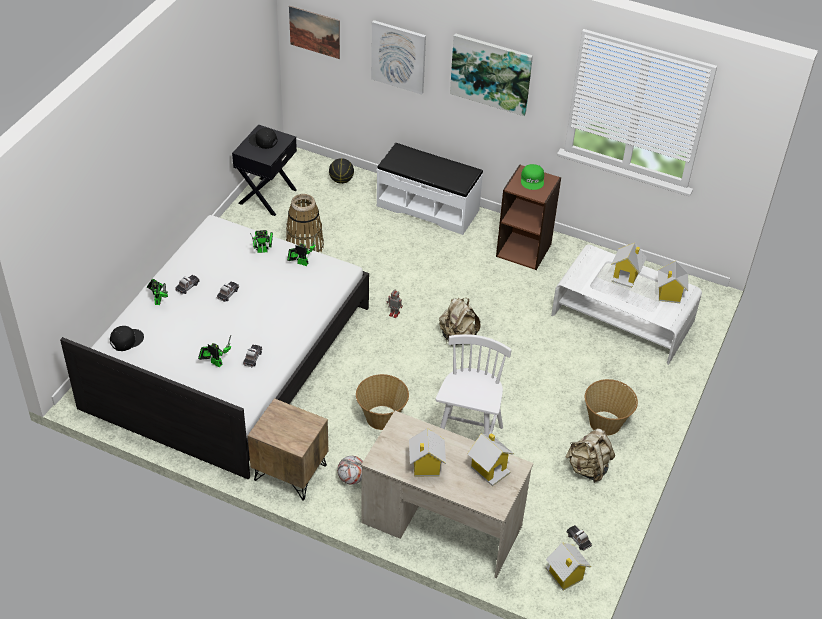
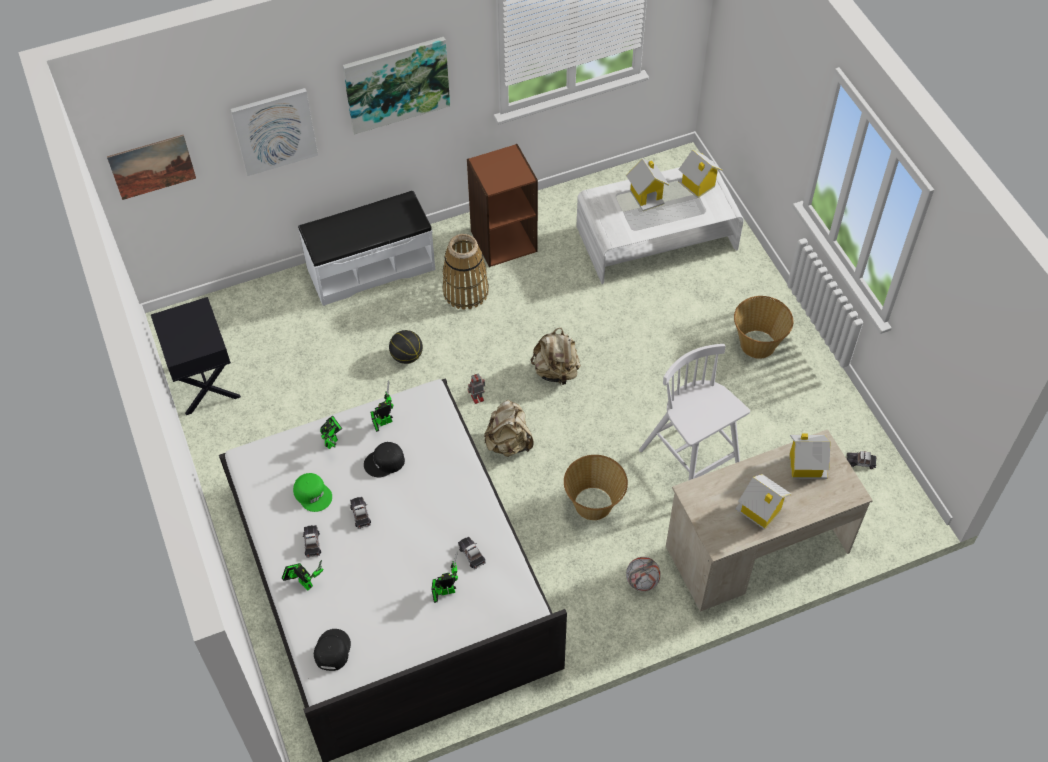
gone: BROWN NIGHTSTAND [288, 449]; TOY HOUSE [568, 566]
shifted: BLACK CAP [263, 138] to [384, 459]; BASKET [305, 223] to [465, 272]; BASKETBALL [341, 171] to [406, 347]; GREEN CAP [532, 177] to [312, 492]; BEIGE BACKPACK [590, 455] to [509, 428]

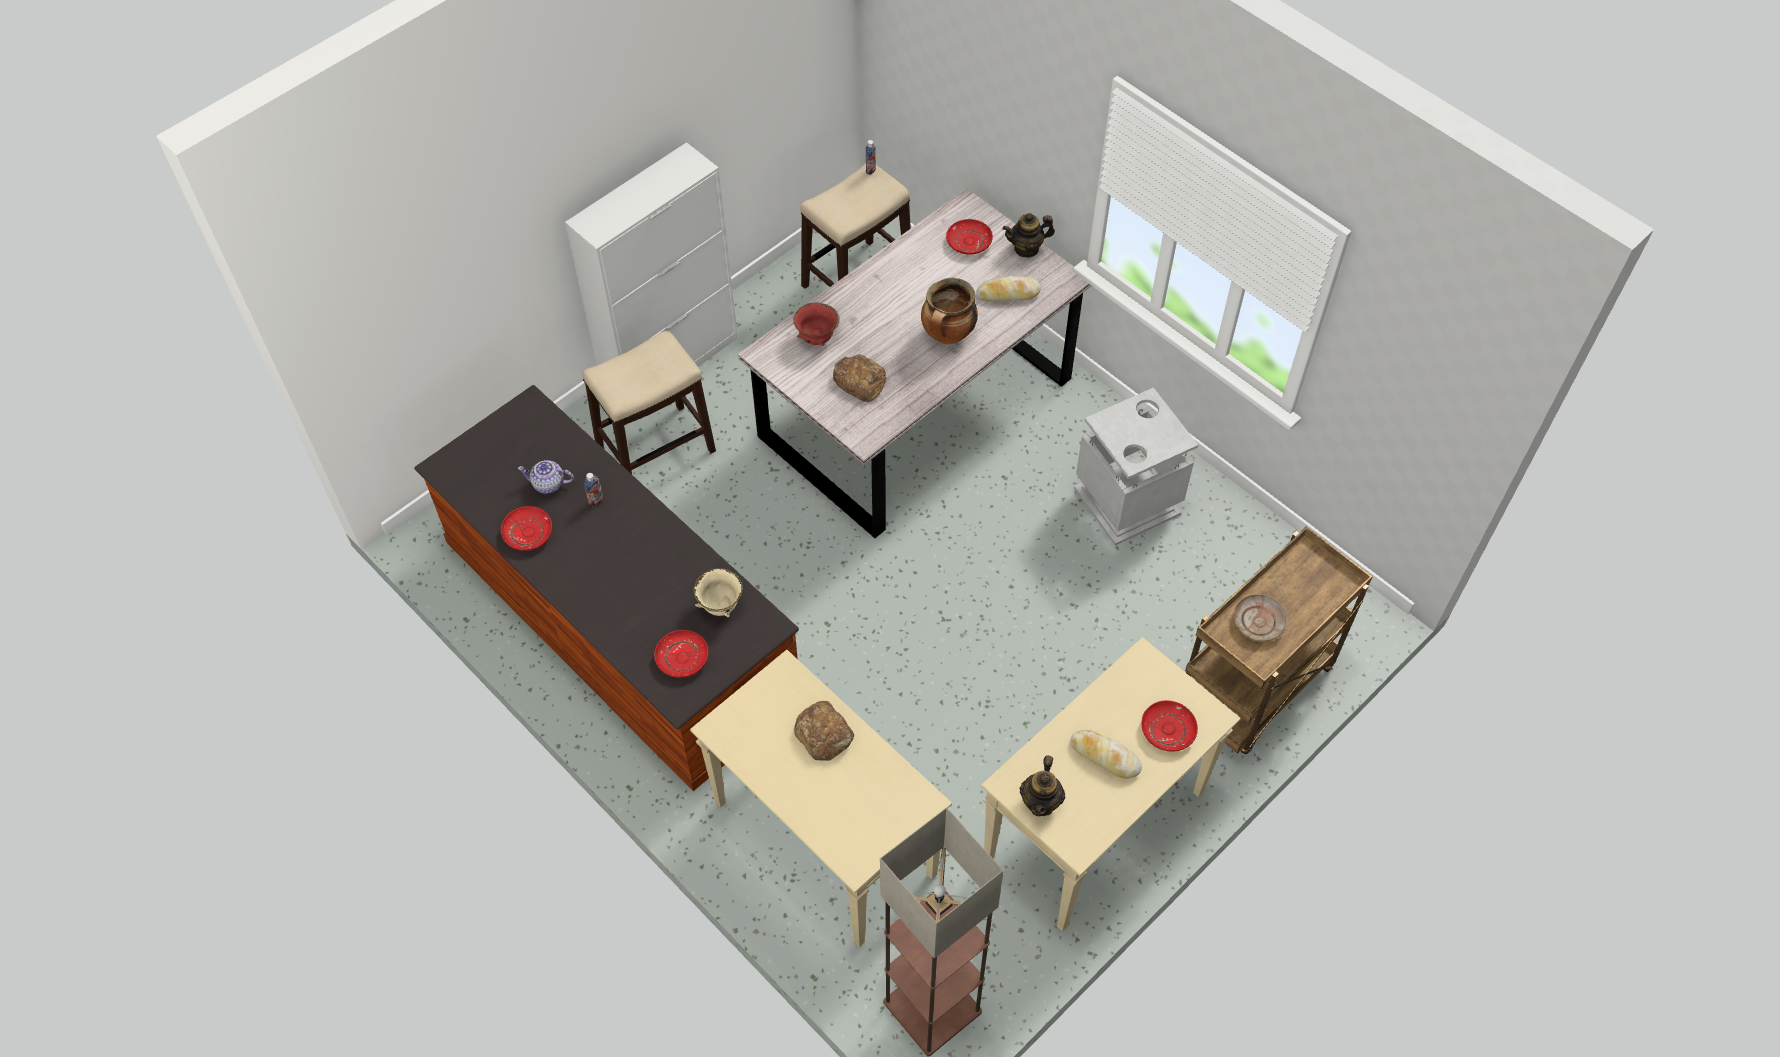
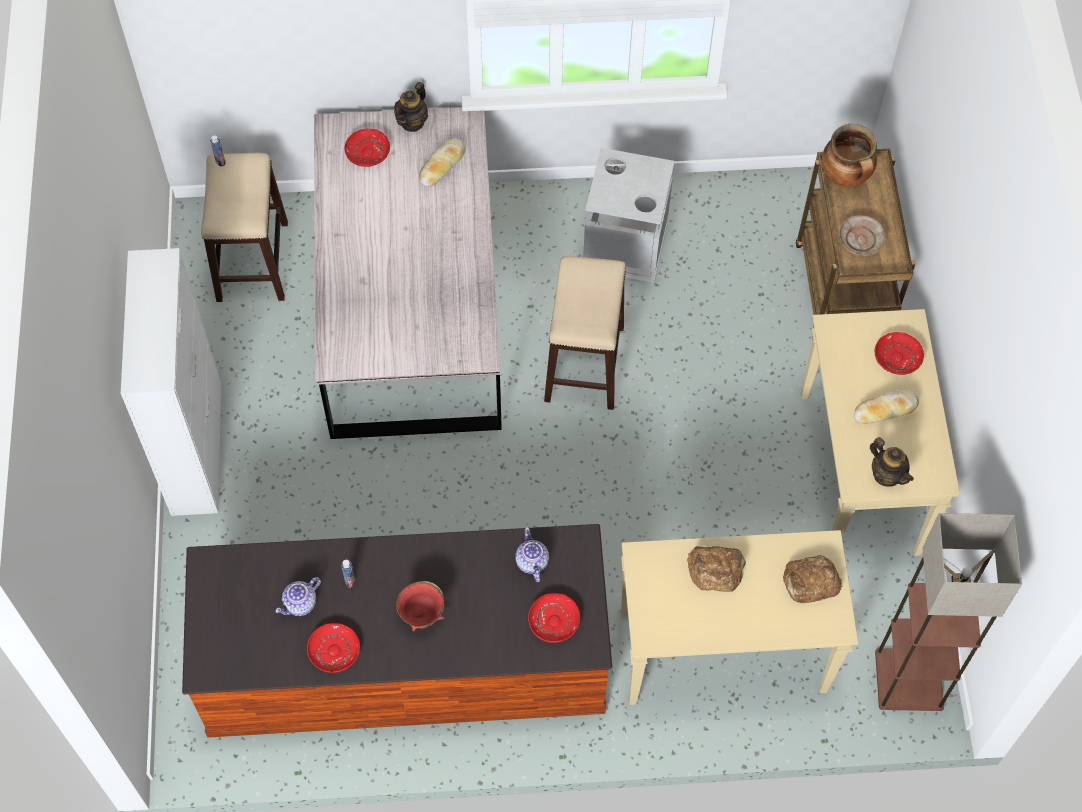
shifted: STOOL [649, 402] to [585, 333]; RED BOWL [817, 324] to [420, 606]; BREAD [859, 378] to [813, 579]; COOKING POT [949, 311] to [849, 156]
swapped: BEIGE BOWL [717, 593] to TEAPOT [532, 554]

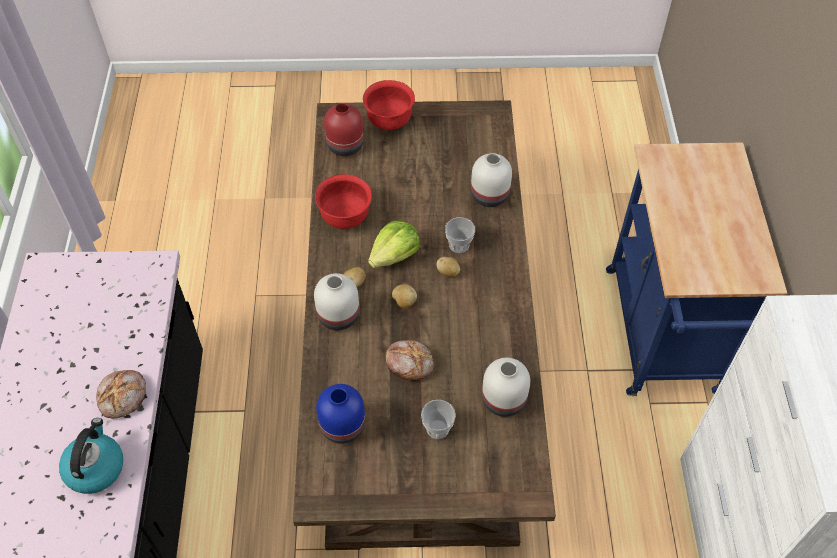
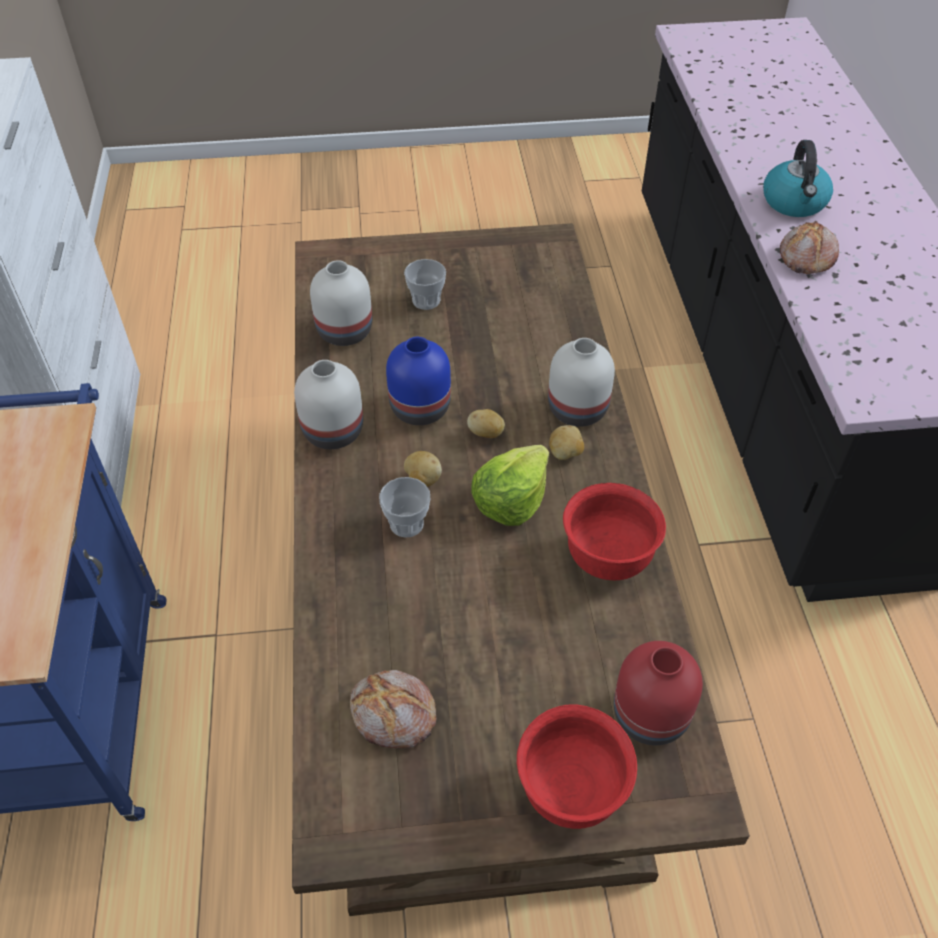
shifted: BLUE VASE [340, 414] to [418, 381]; BREAD [409, 360] to [393, 709]; WHITE VASE [491, 180] to [328, 404]

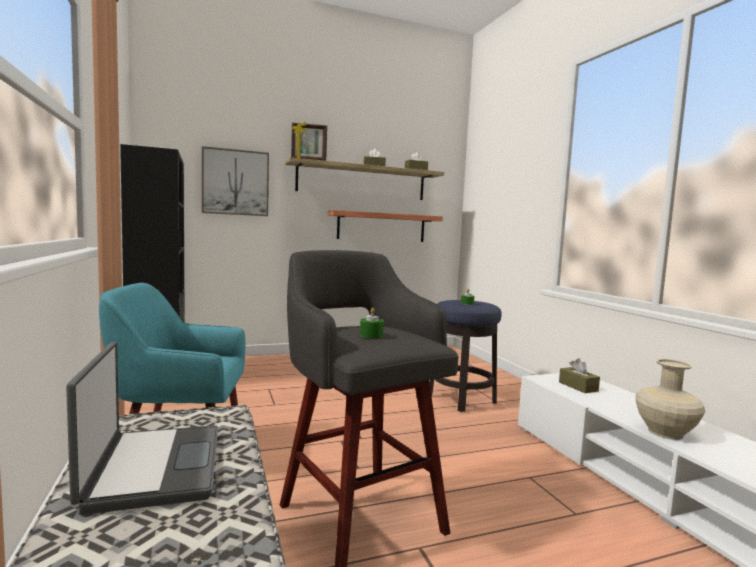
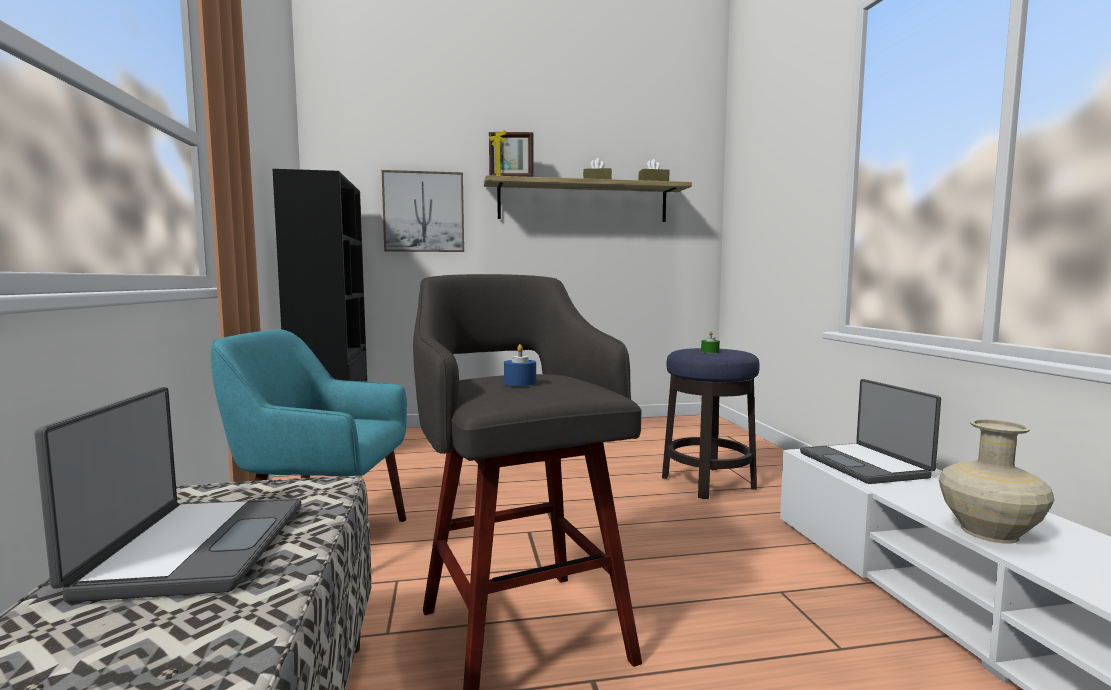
gone: SHELF [385, 226]
swapped: BROWN TISSUE BOX [579, 375] to LAPTOP [870, 431]
repainted: GREEN CANDLE [372, 323] to BLUE CANDLE [520, 365]

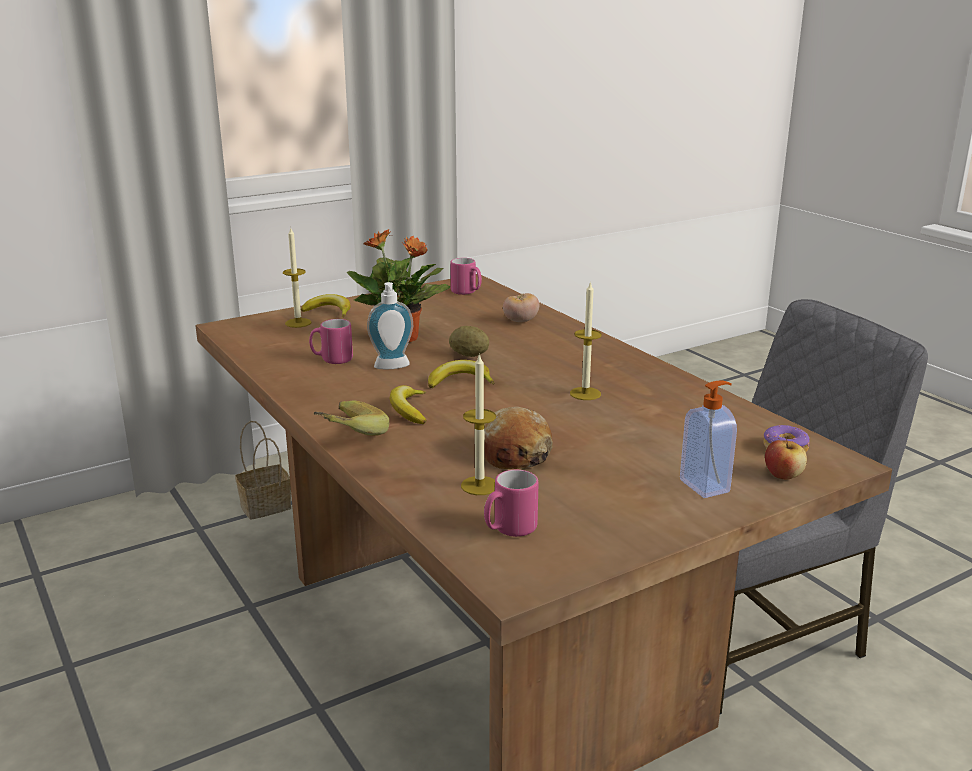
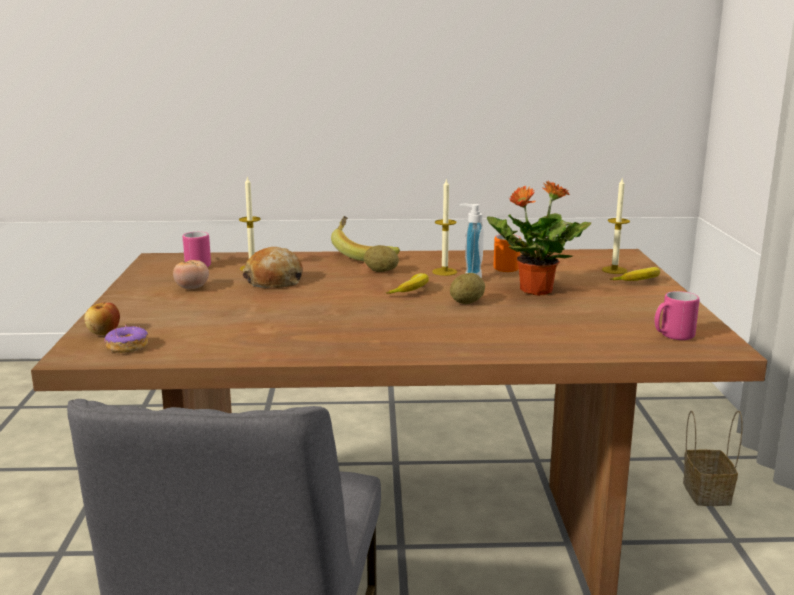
gone: SOAP DISPENSER [708, 439]
shifted: TOMATO [521, 308] to [191, 275]; CANDLE [586, 340] to [444, 227]
swapped: BANANA [408, 404] to POTATO [381, 258]
repainted: PINK MUG [331, 341] to ORANGE MUG [507, 253]

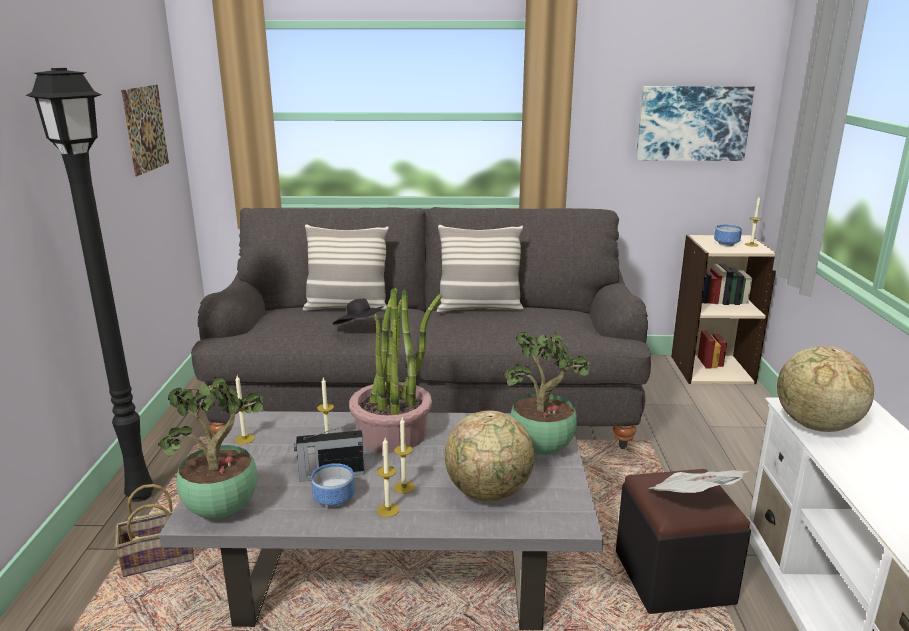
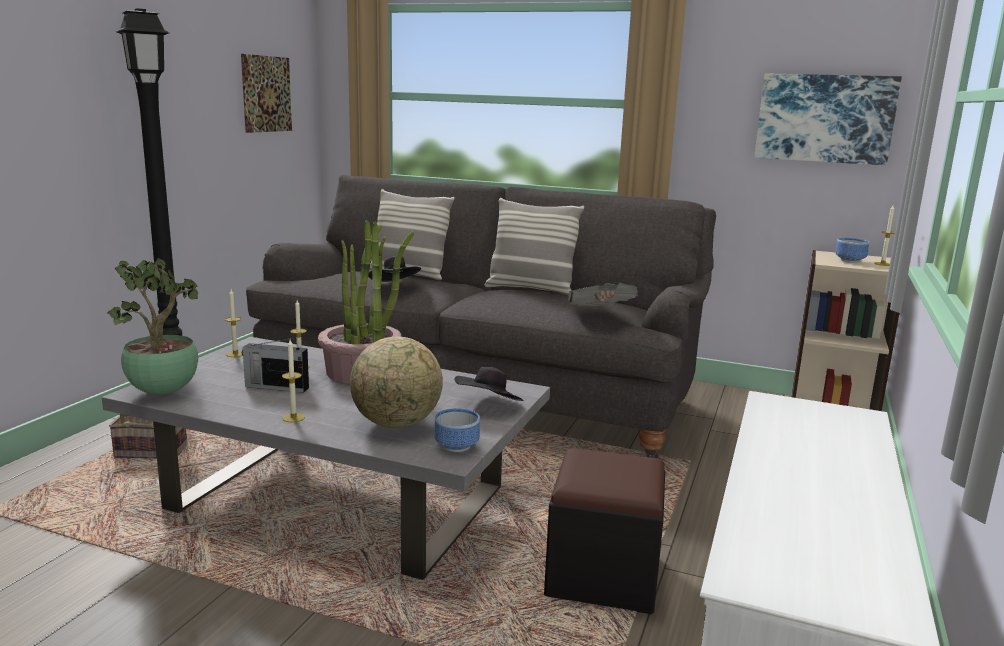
gone: CANDLE [404, 456]; GLOBE [825, 389]
shifted: BOWL [333, 485] to [457, 430]; NEWSPAPER [698, 481] to [603, 294]
swapped: POTTED PLANT [546, 393] to BLACK HAT [489, 384]

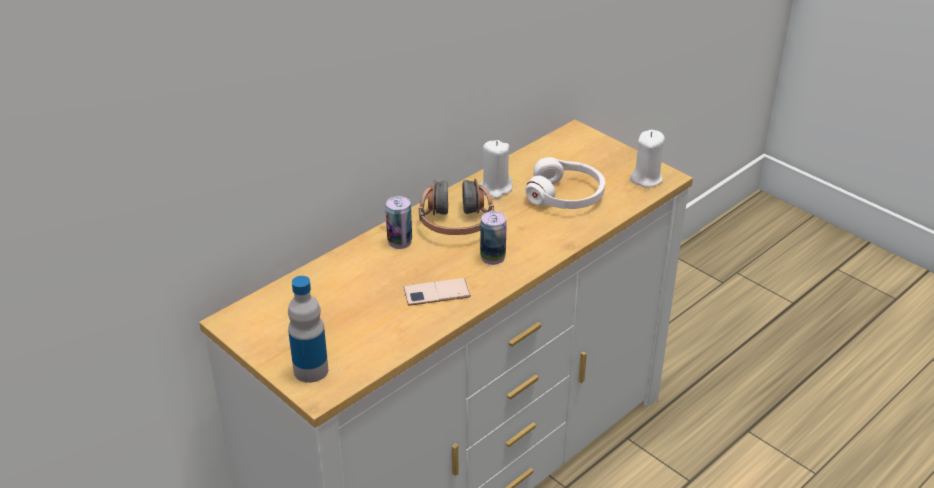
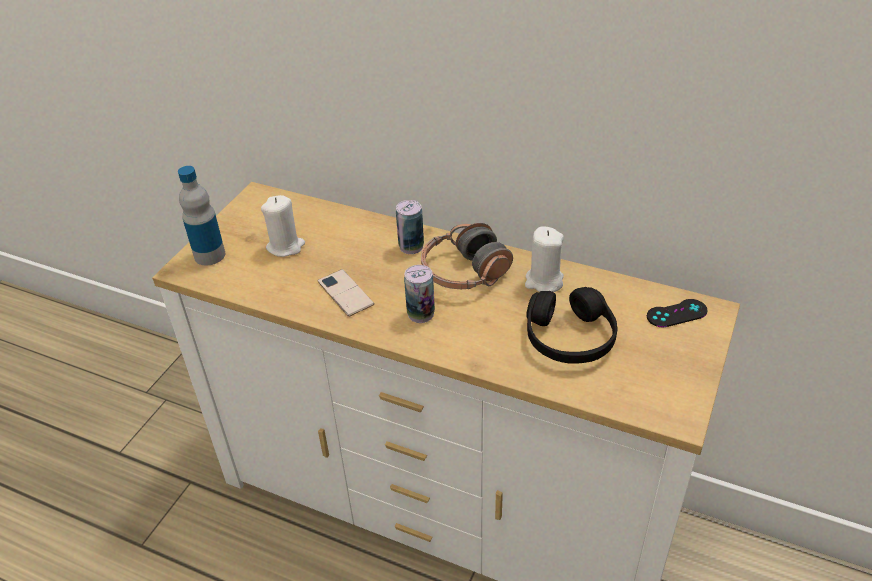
new: BLACK GAME CONTROLLER [677, 313]
shifted: WHITE CANDLE [647, 159] to [283, 226]
repainted: WHITE HEADPHONES [565, 183] to BLACK HEADPHONES [571, 325]

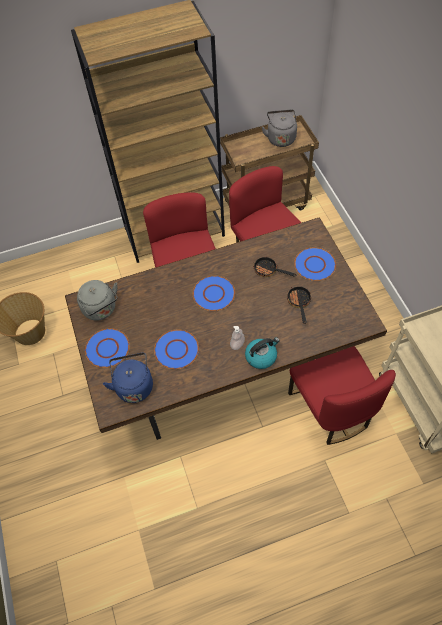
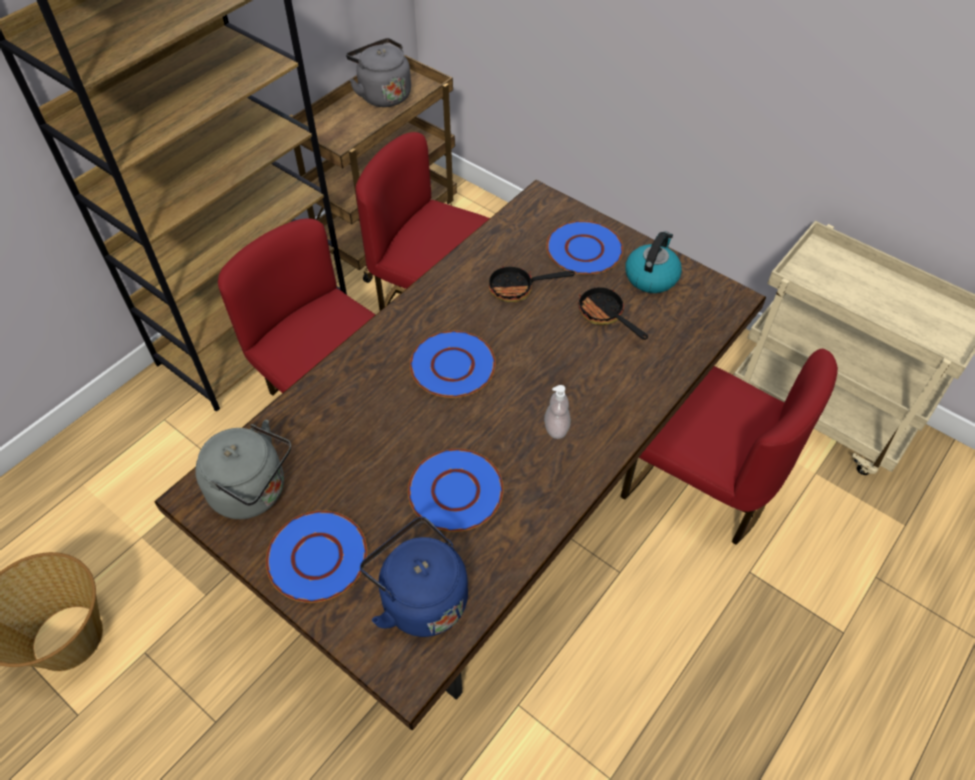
shifted: KETTLE [262, 353] to [653, 262]

